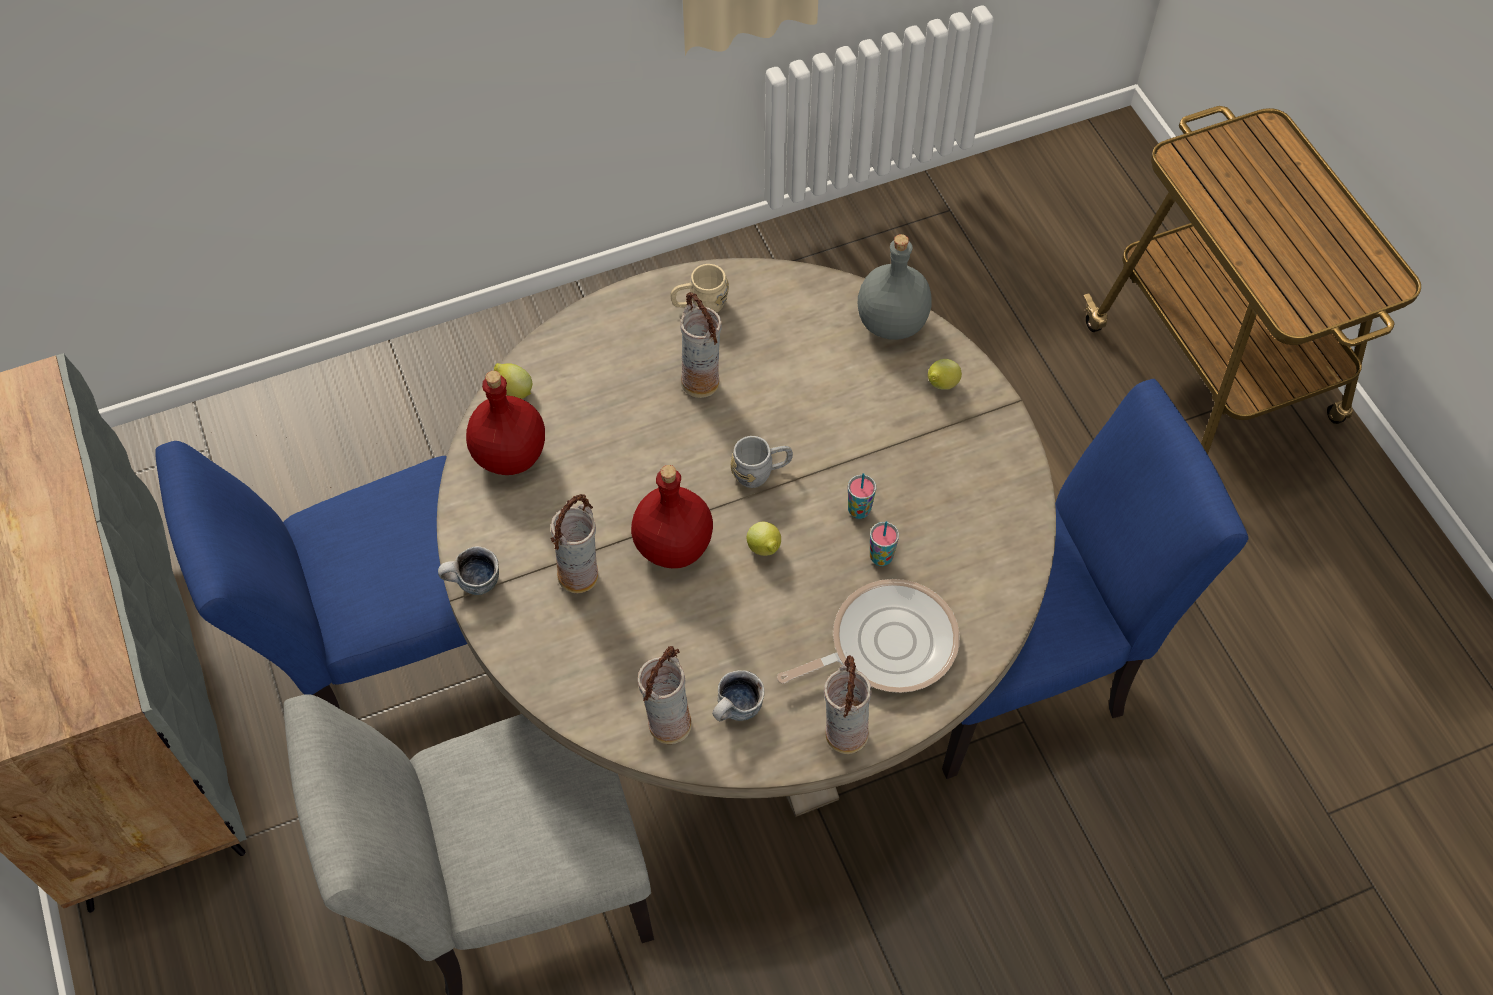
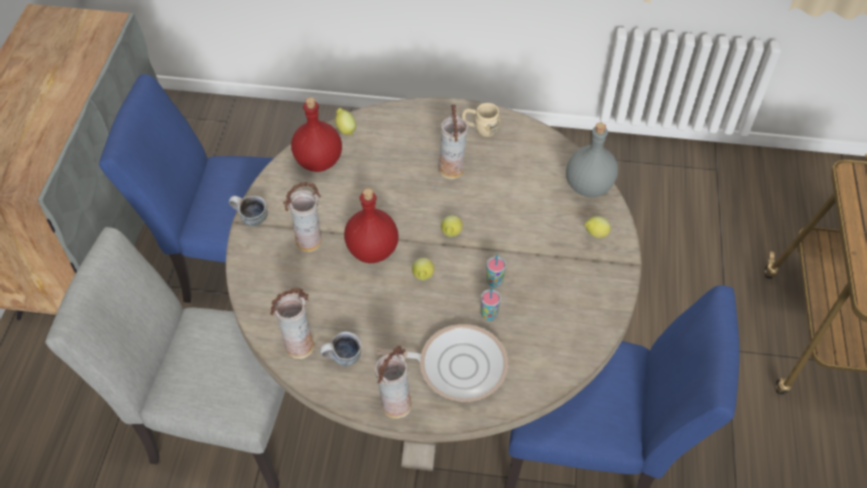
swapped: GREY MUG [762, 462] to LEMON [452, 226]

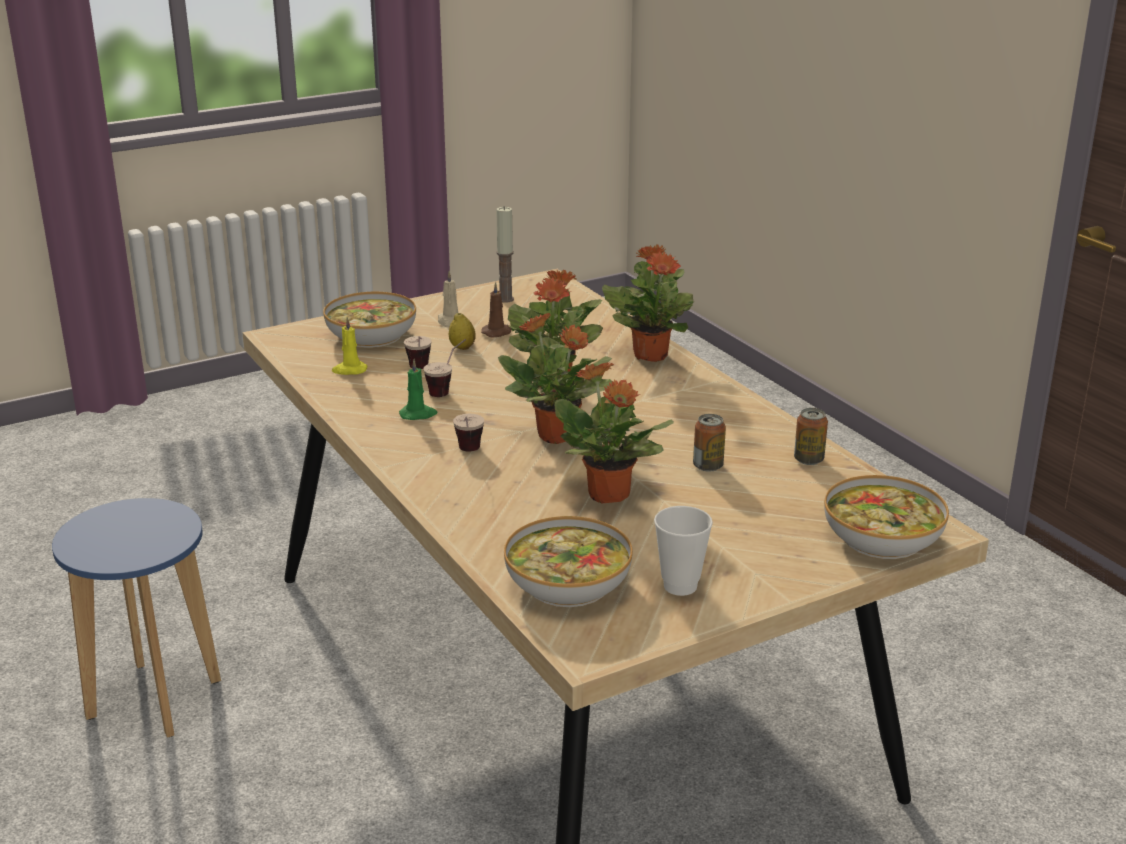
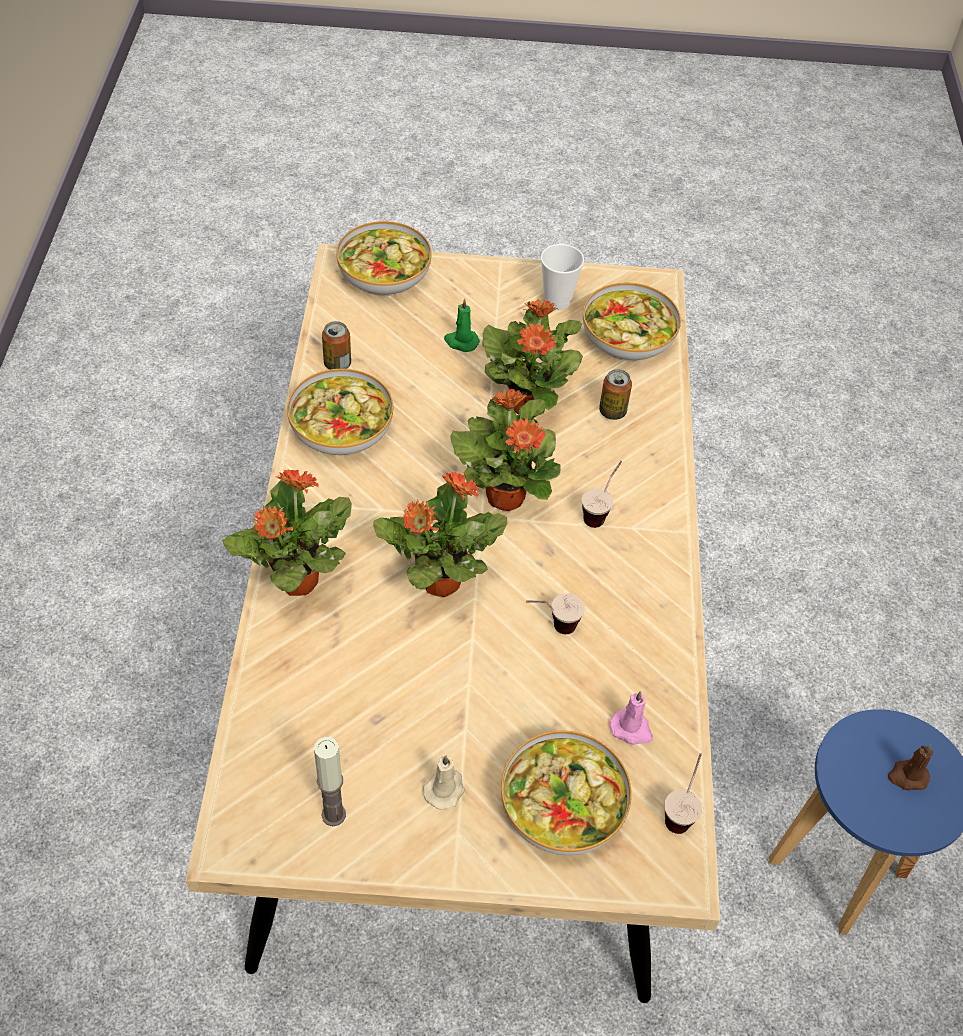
gone: LEMON [462, 331]
new: BOWL [340, 412]
shifted: GREEN CANDLE [418, 389] to [462, 325]; CUP [418, 352] to [683, 793]; BROWN CANDLE [496, 309] to [910, 767]; CAN [709, 443] to [615, 394]
repainted: YELLOW CANDLE [349, 346] to PINK CANDLE [631, 718]

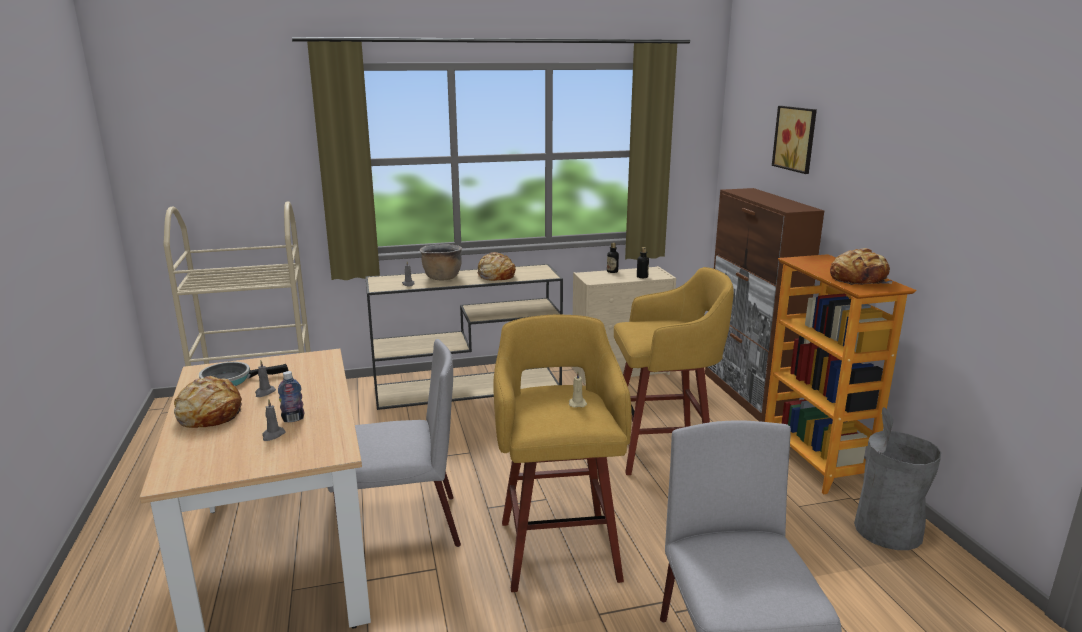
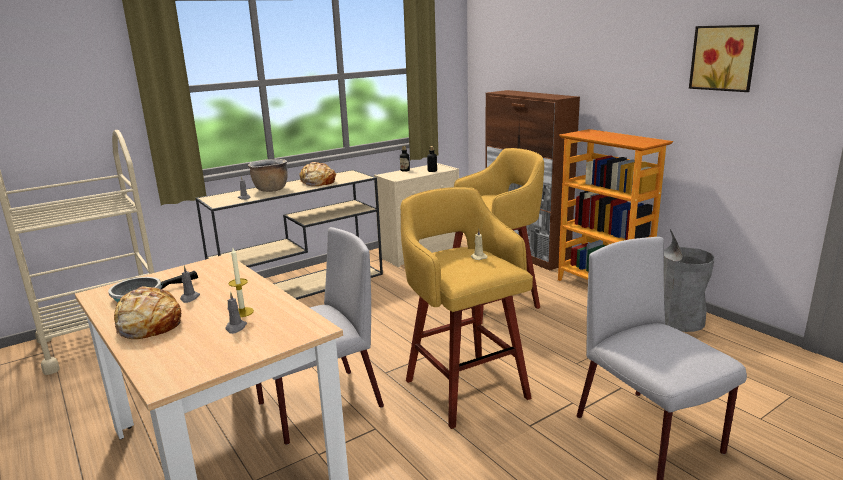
gone: BREAD [861, 266]
shifted: PICTURE [794, 140] to [724, 58]
swapped: BOTTLE [291, 396] to CANDLE [241, 282]

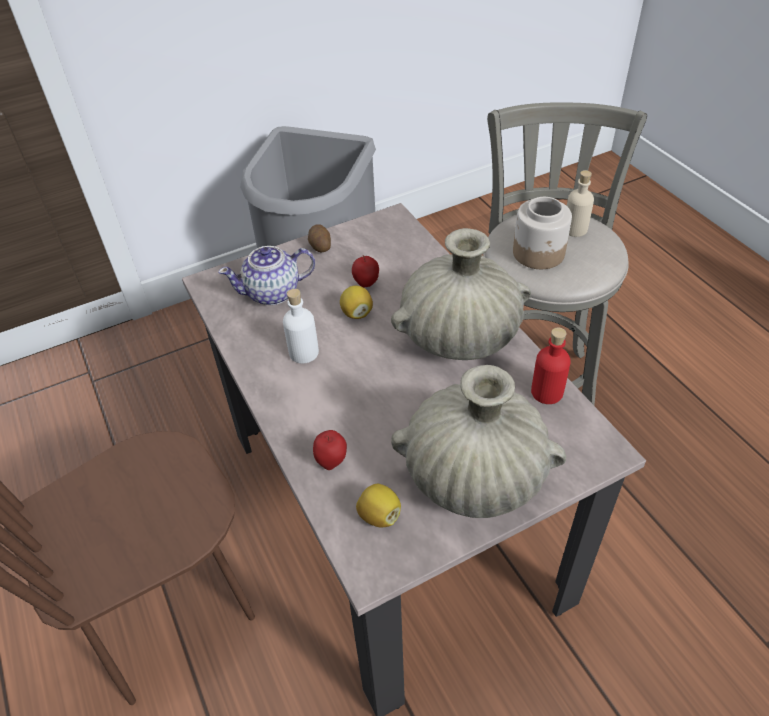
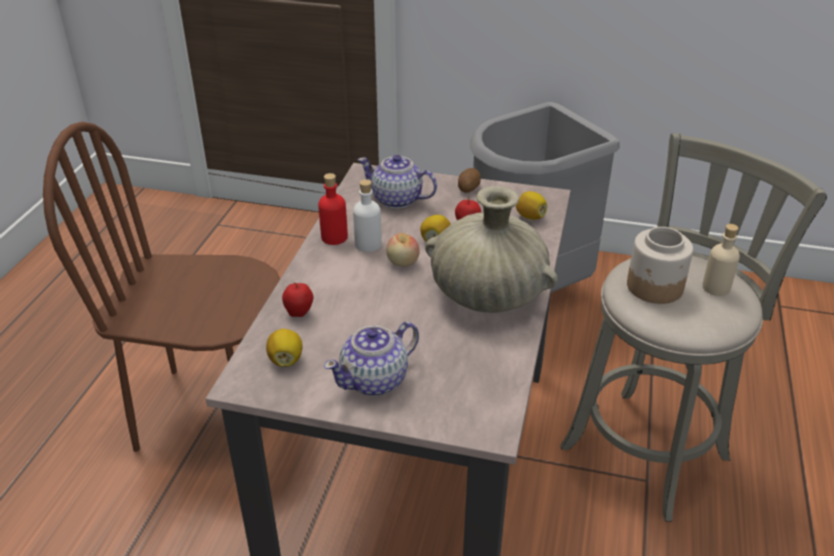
new: APPLE [403, 250]; LEMON [531, 205]
shifted: RED BOTTLE [551, 365] to [333, 209]
swapped: BEIGE VASE [478, 441] to TEAPOT [371, 358]

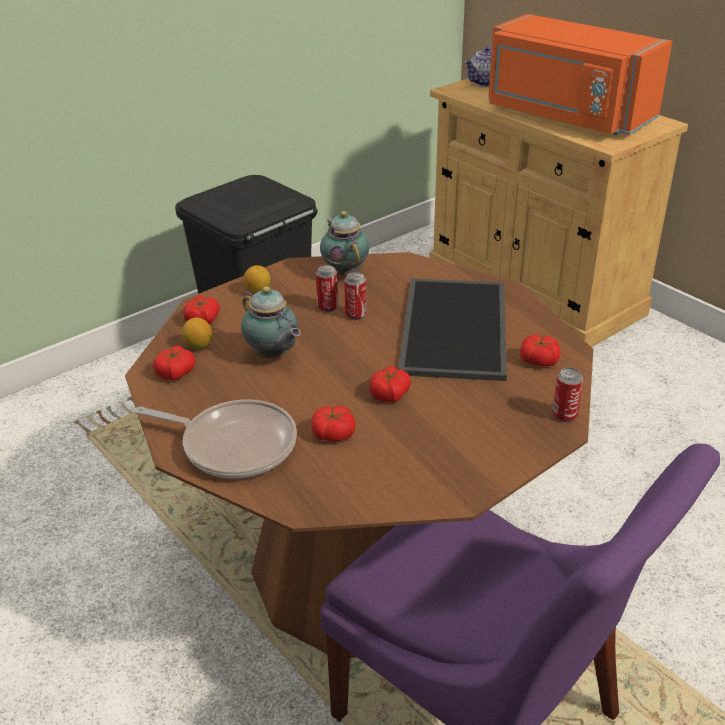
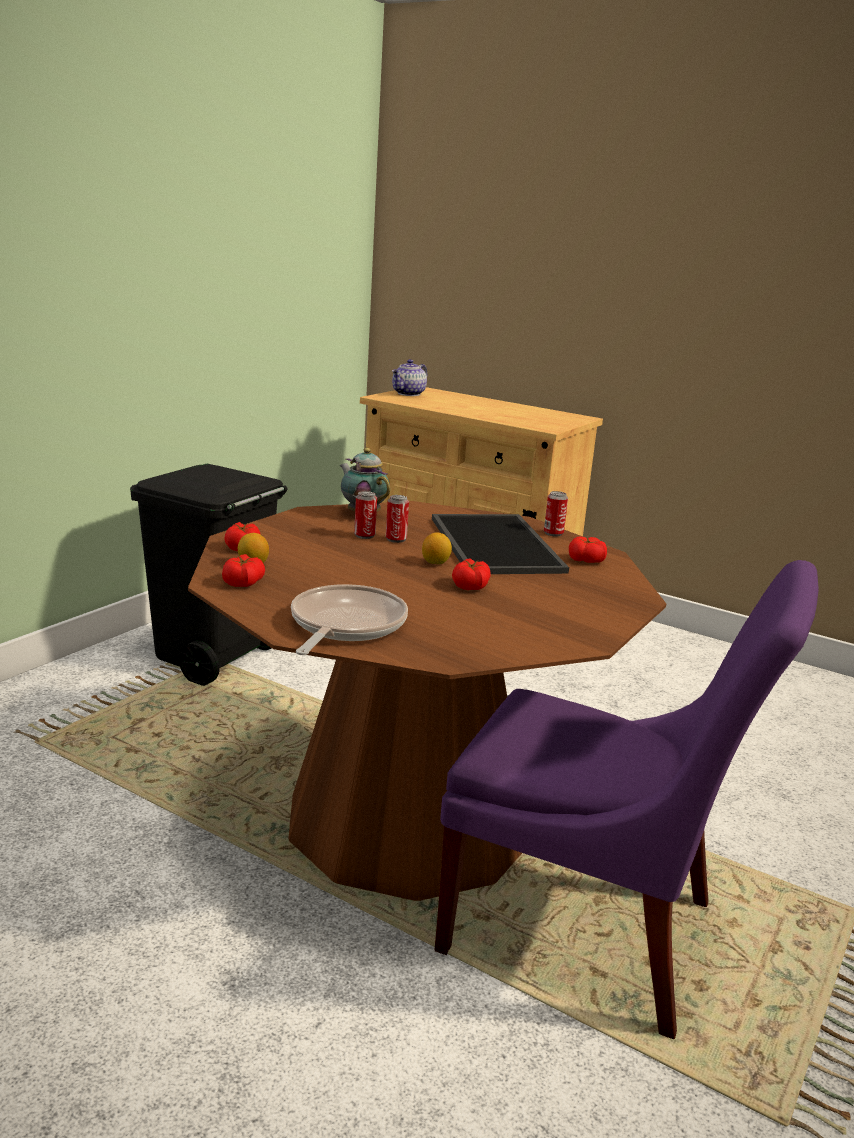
gone: TEAPOT [271, 322]; TOMATO [333, 423]; ORANGE MICROWAVE [580, 74]
shifted: LEMON [257, 279] to [437, 548]; CAN [567, 394] to [556, 513]
rotated: FRYING PAN [215, 439] = [349, 619] 75 degrees counterclockwise

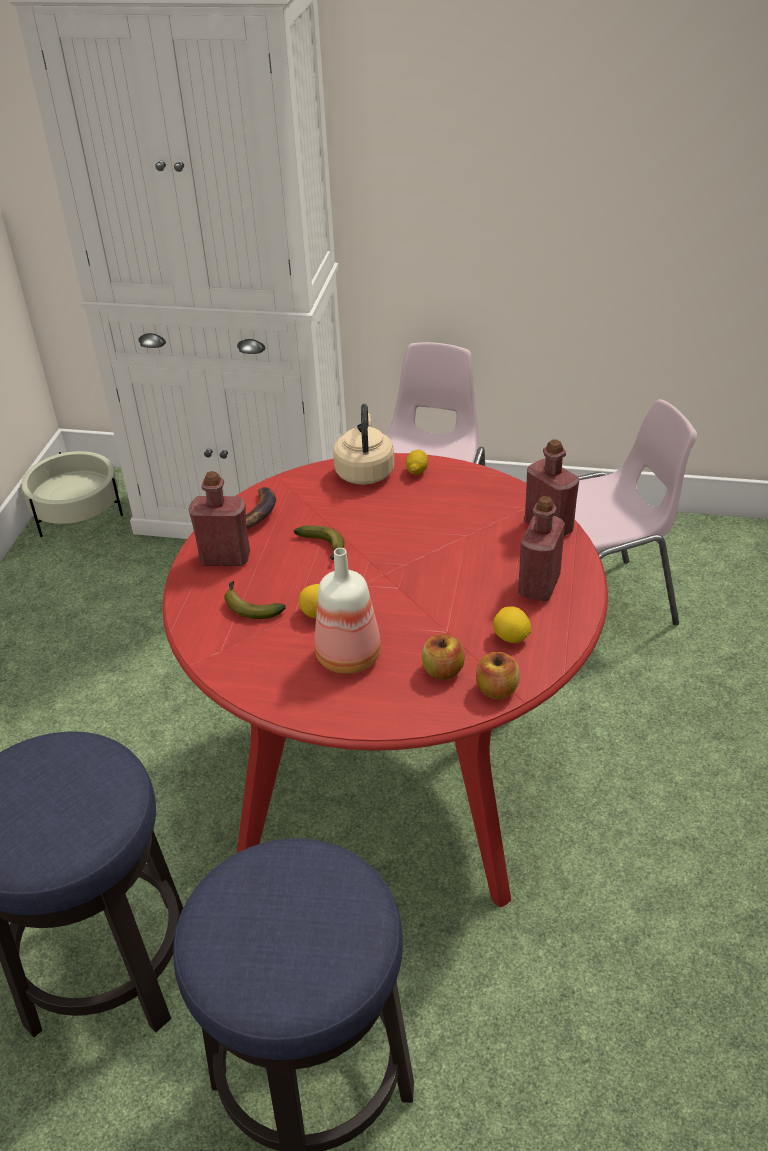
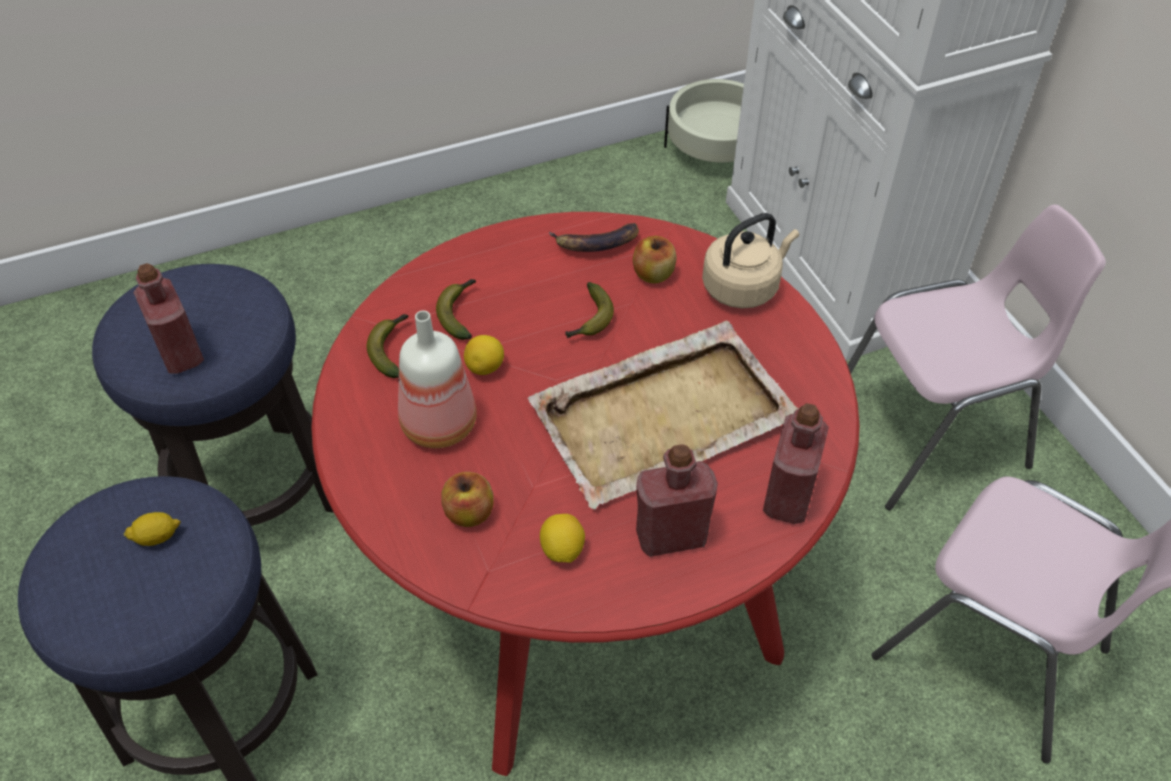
new: BANANA [388, 346]; BEIGE TRAY [663, 415]
shifted: RED BOTTLE [219, 518] to [168, 318]; LEMON [417, 462] to [152, 529]; APPLE [498, 675] to [655, 259]

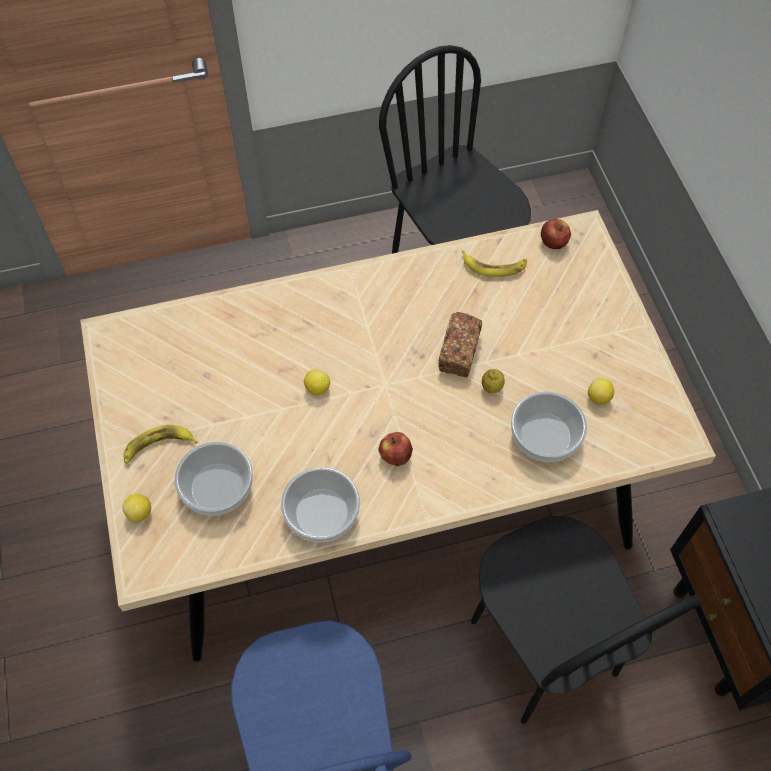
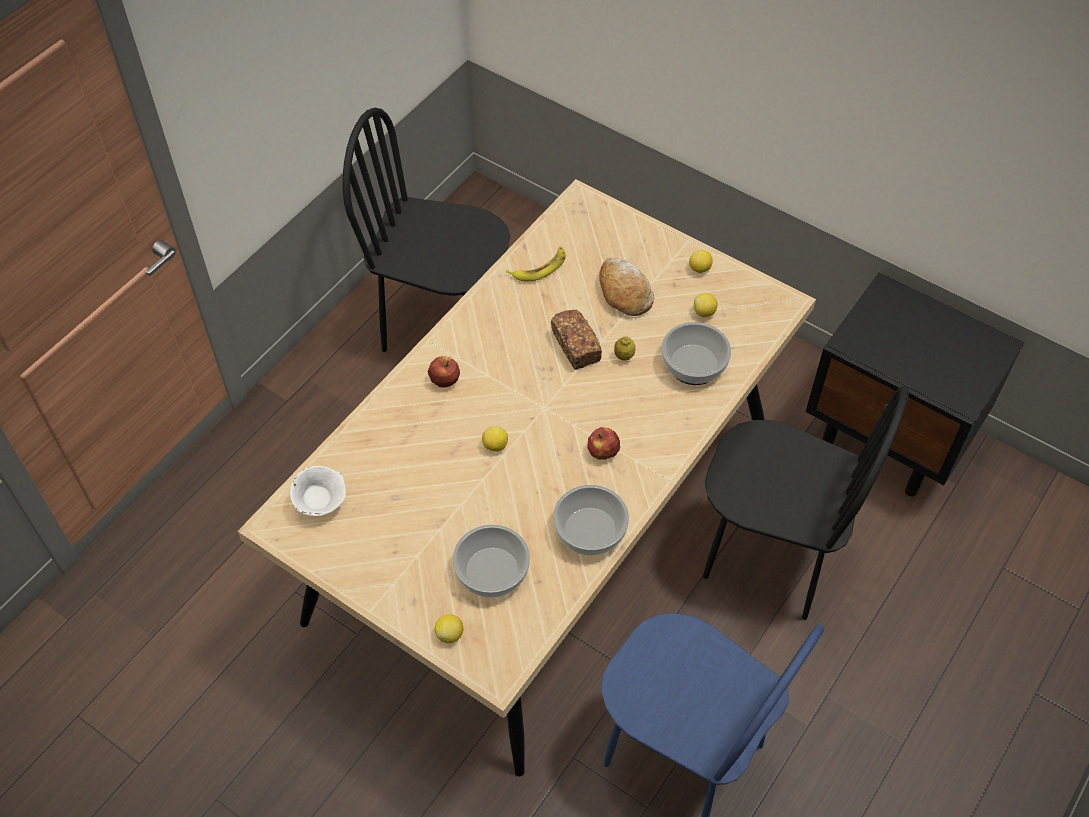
gone: BANANA [161, 444]
new: WHITE BOWL [318, 491]; BREAD [627, 286]; LEMON [701, 261]
shifted: APPLE [556, 234] to [444, 372]

